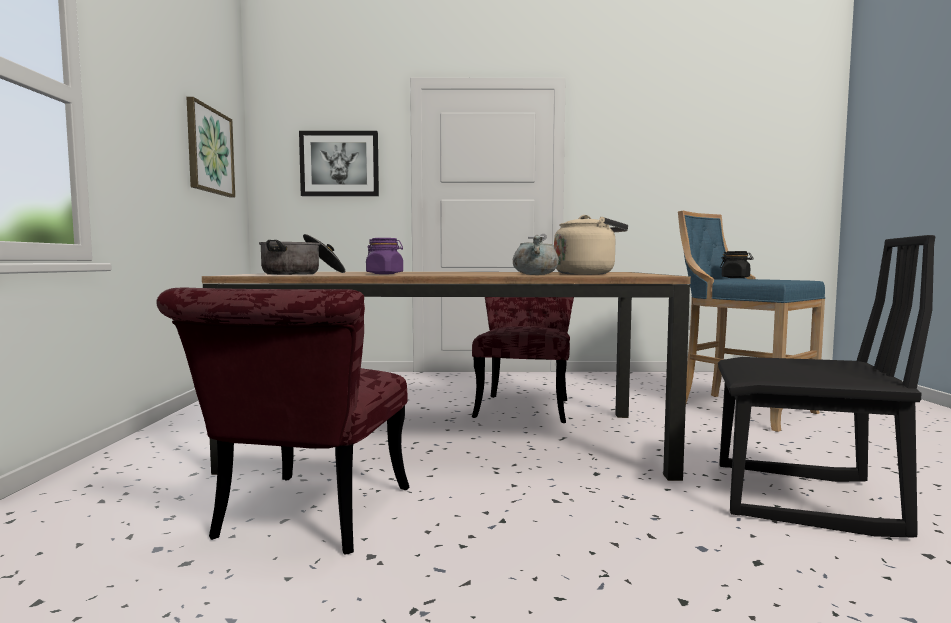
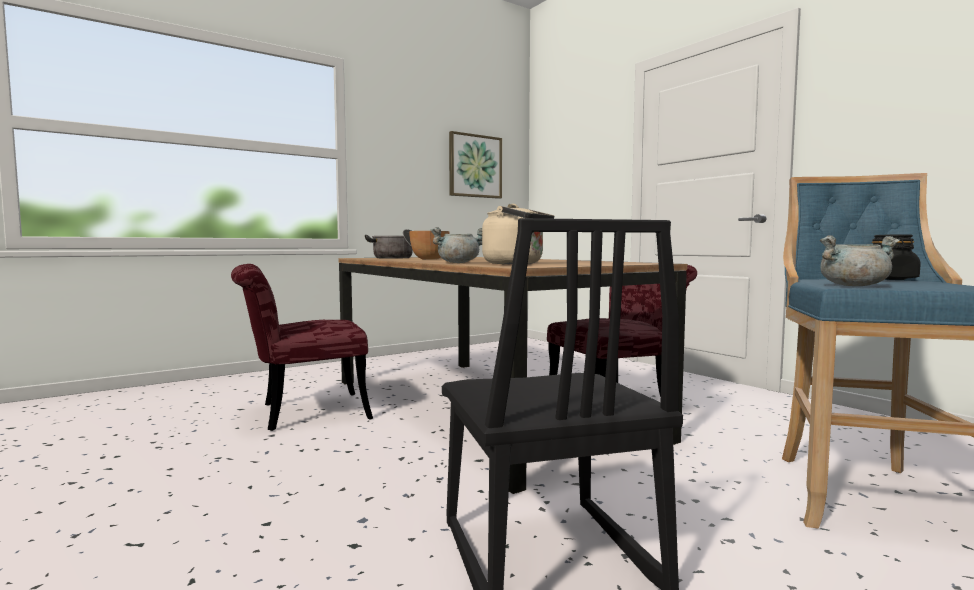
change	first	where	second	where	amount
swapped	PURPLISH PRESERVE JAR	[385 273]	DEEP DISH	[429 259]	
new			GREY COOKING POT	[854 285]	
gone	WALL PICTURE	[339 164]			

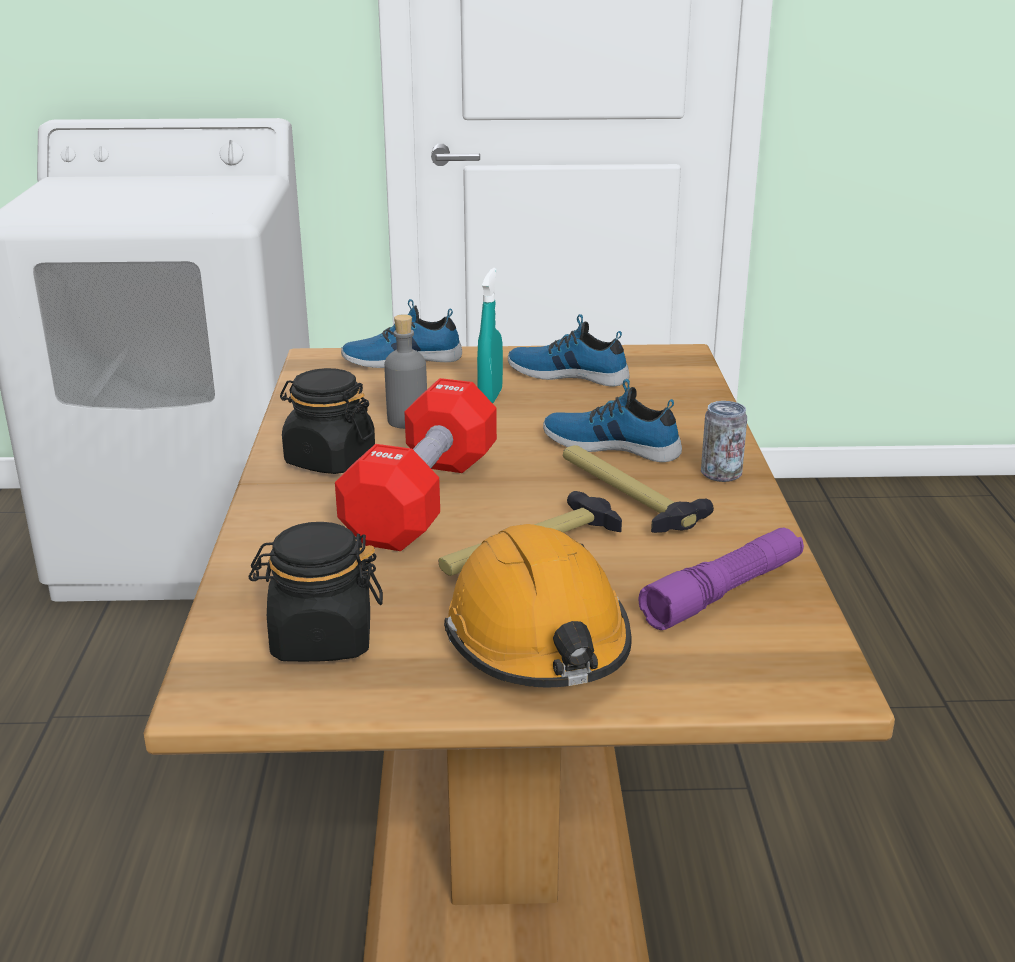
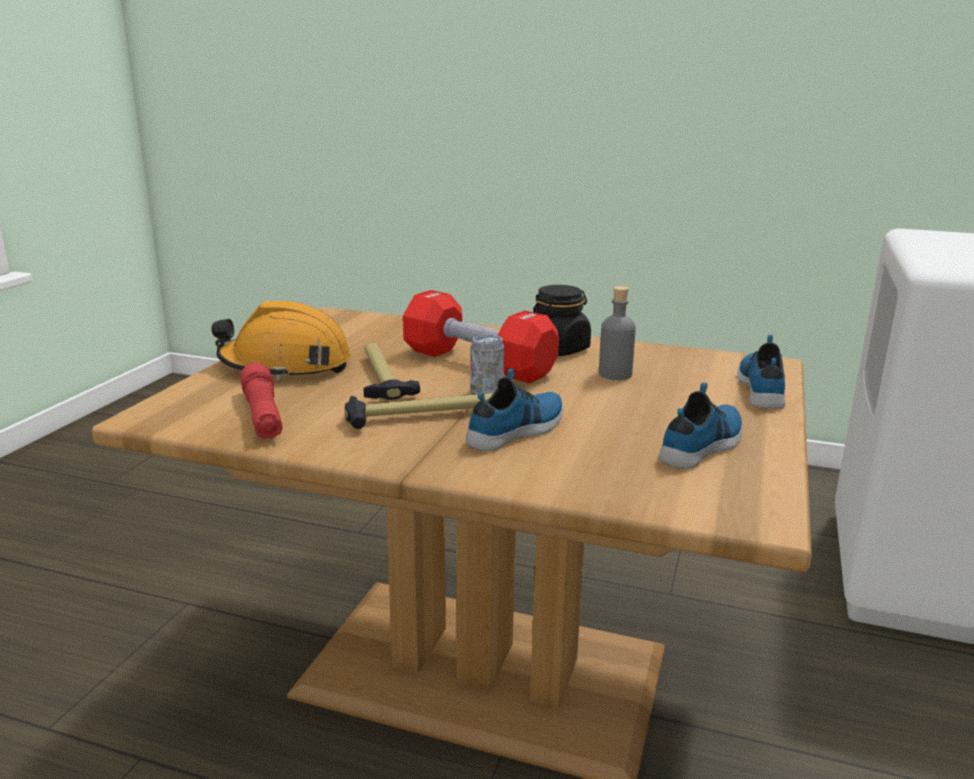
change	first	where	second	where	amount
repainted	PURPLISH TORCH	[723 592]	REDDISH TORCH	[263 415]	
shifted	METAL CAN	[721 474]		[487 393]	
gone	BLACKISH PRESERVE JAR	[321 639]			
gone	TURQUOISE SPRAYER	[490 397]			

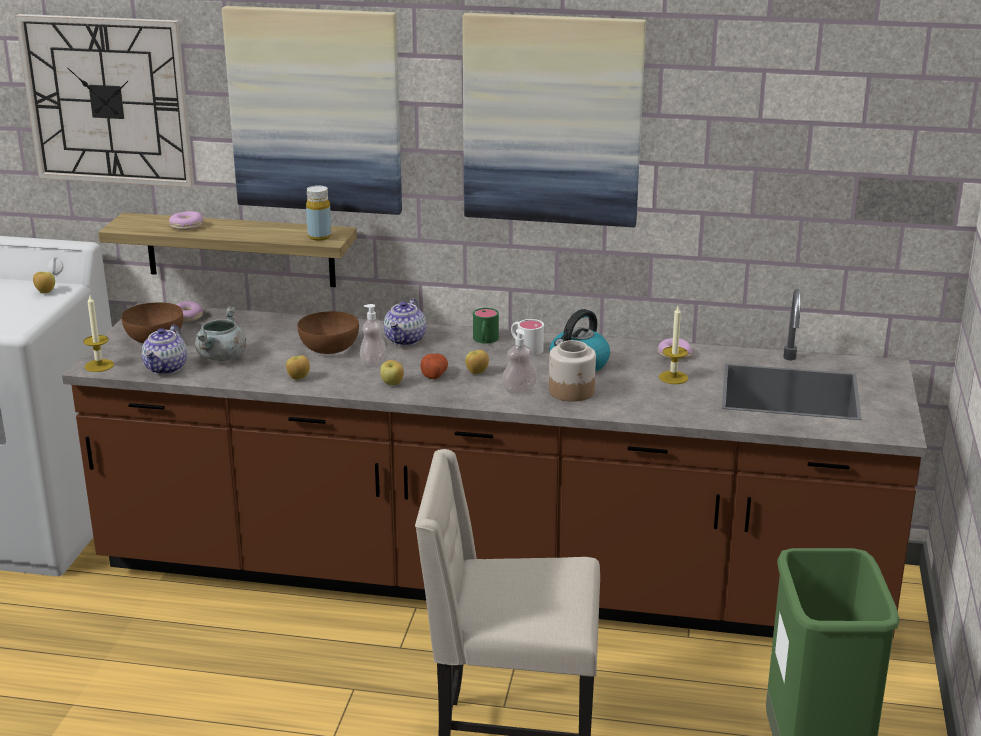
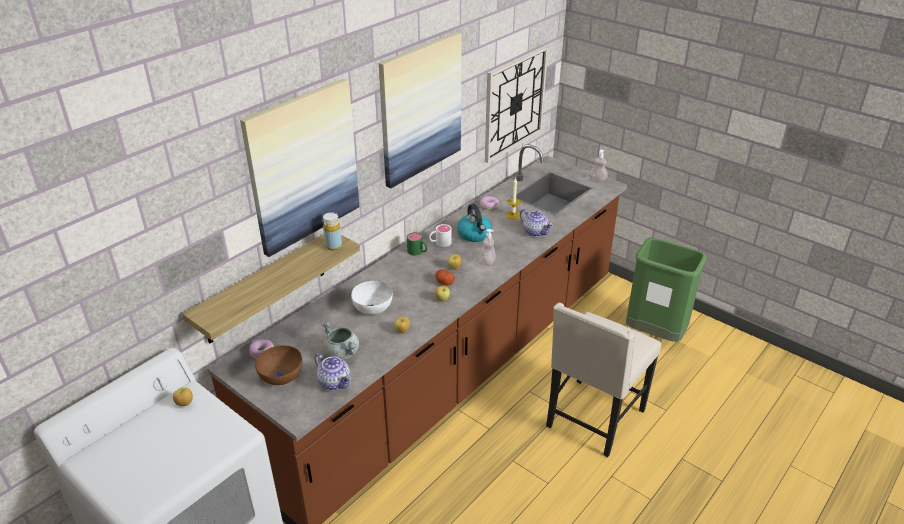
change	first	where	second	where	amount
repainted	BROWN-COLOURED DEEP DISH	[329 348]	WHITE DEEP DISH	[373 308]	
shifted	WALL CLOCK	[108 101]		[514 103]	
shifted	POT FOR TEA	[405 340]		[535 232]	
shifted	LIQUID SOAP BOTTLE	[373 363]		[598 179]	
gone	CANDLE	[99 365]			
gone	DONUT	[186 226]			
gone	PRESERVE JAR	[572 391]			

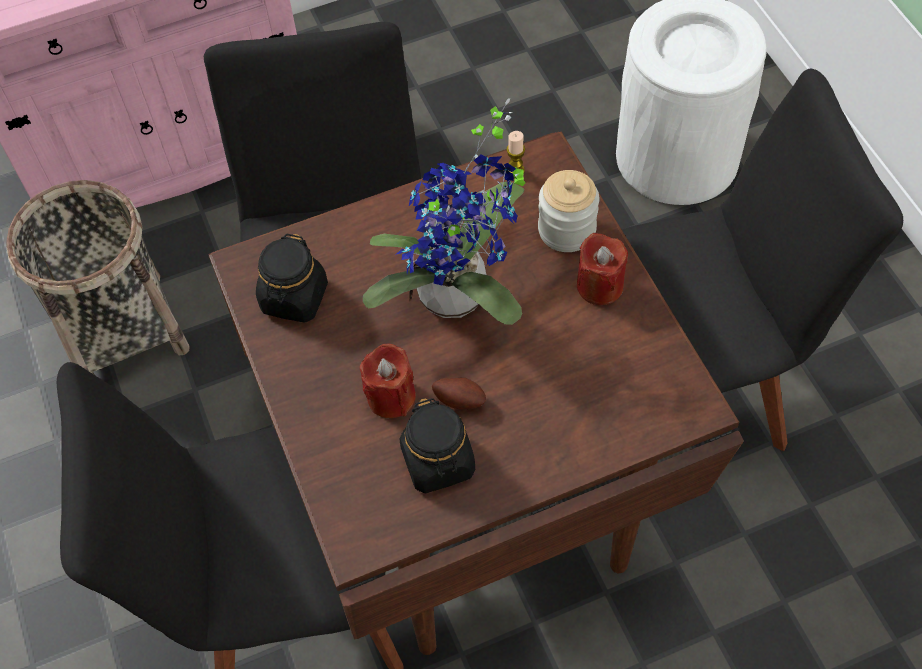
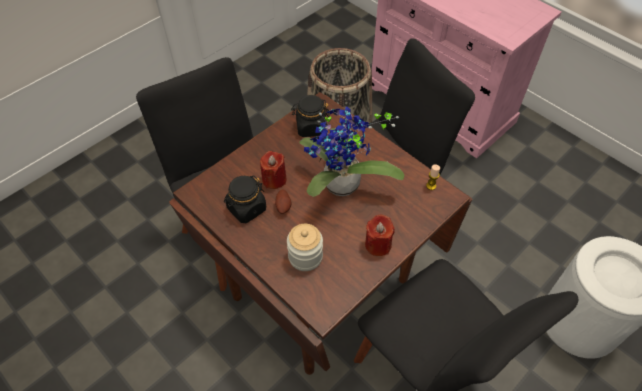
change	first	where	second	where	amount
shifted	PRESERVE JAR	[566 230]		[305 257]	

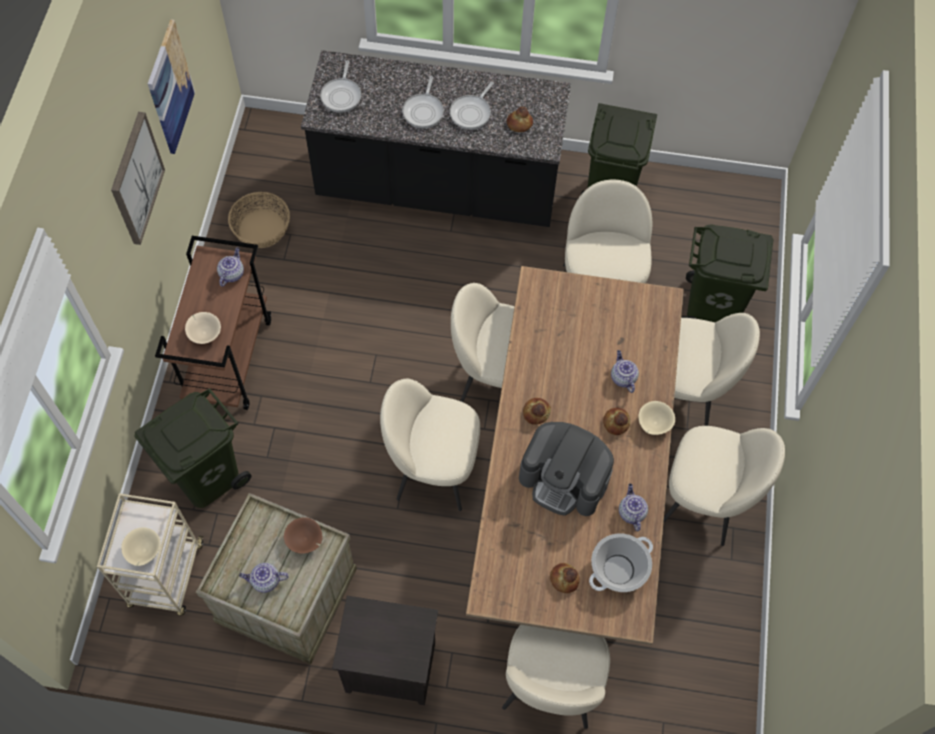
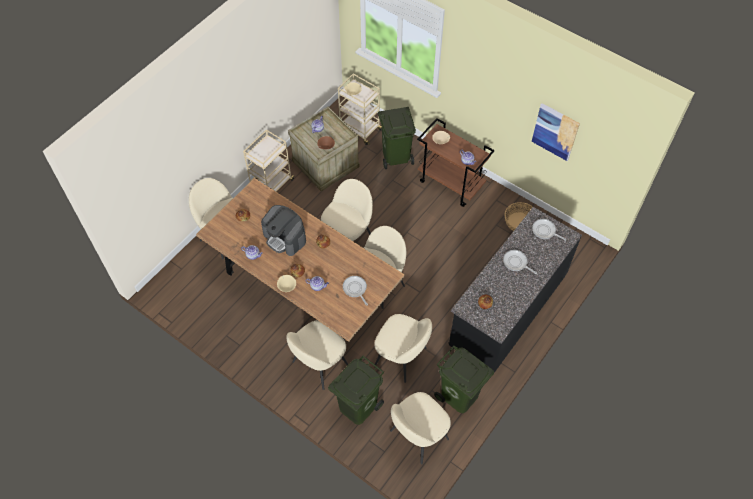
change	first	where	second	where	amount
swapped	BLACKISH BEDSIDE TABLE	[389 669]	BEIGE-COLOURED TROLLEY	[272 185]	
rotated	COFFEE MACHINE	[564 479]		[285 238]	105 degrees counterclockwise
shifted	SKILLET	[472 112]		[355 289]	
shifted	BEIGE-COLOURED CHAIR	[705 500]		[417 436]	
gone	WALL PICTURE	[136 178]			
gone	COOKING POT	[618 569]			

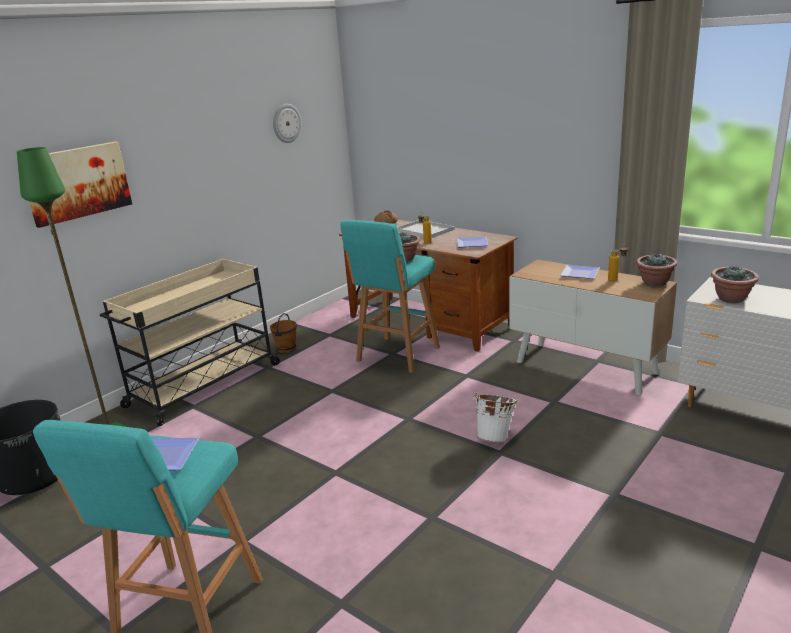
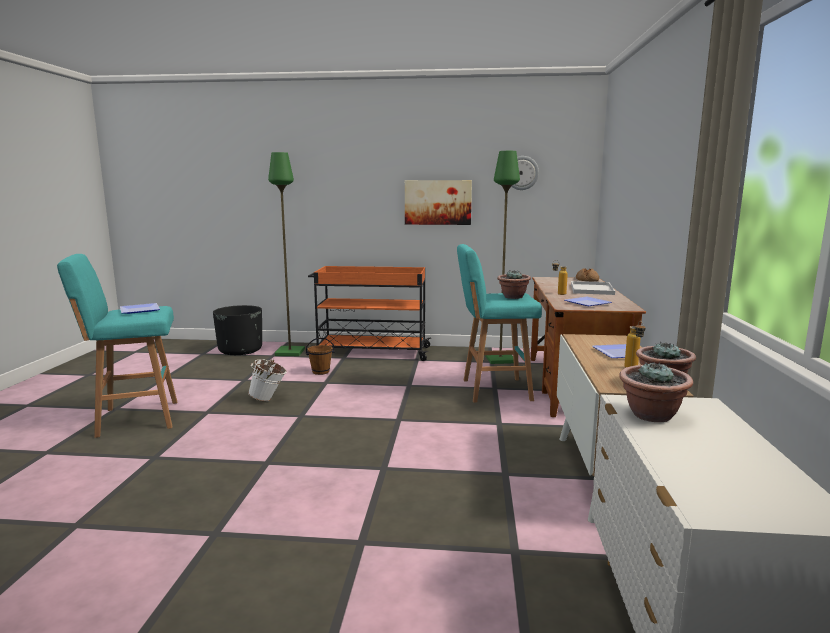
change	first	where	second	where	amount
shifted	WHITE PAIL	[495 437]		[269 399]	
shifted	BROWN-COLOURED PAIL	[287 349]		[320 372]	
repainted	BEIGE-COLOURED TROLLEY	[202 386]	ORANGE TROLLEY	[370 352]	
shifted	WALL PICTURE	[77 182]		[438 202]	
new			GREENISH FLOOR LAMP	[499 359]	

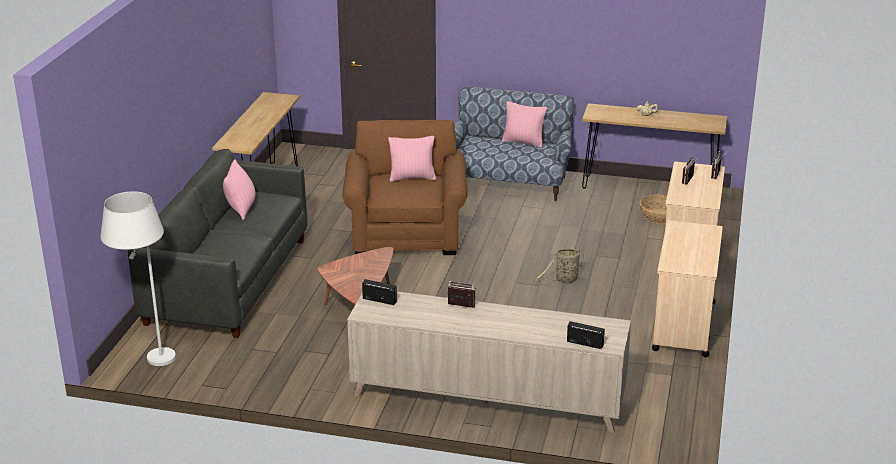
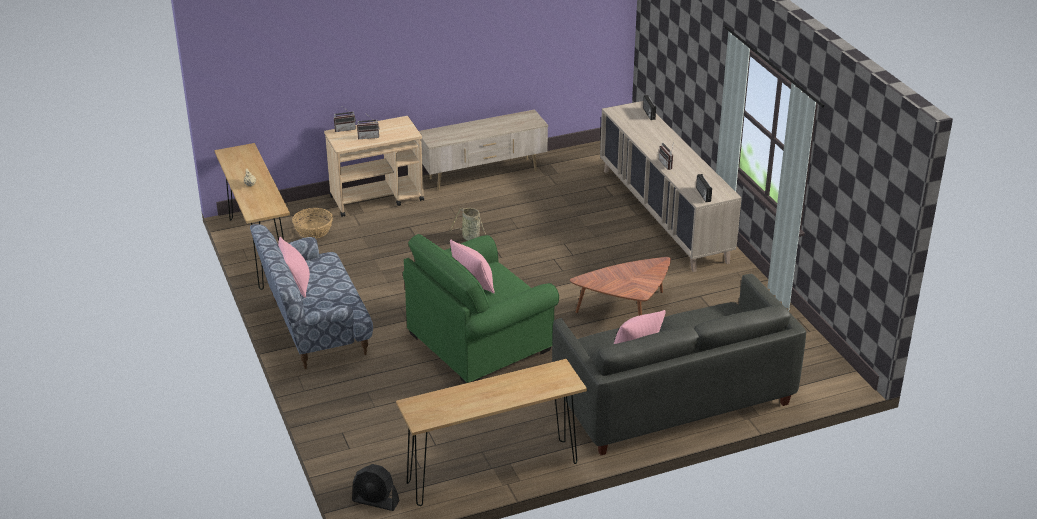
change	first	where	second	where	amount
new			BLACKISH COOLING FAN	[375 501]	
repainted	BROWN-COLOURED ARMCHAIR	[407 233]	GREENISH ARMCHAIR	[479 341]	
swapped	BEIGE-COLOURED TROLLEY	[683 326]	BEIGE-COLOURED TV STAND	[483 175]	
gone	WHITE FLOOR LAMP	[149 365]			

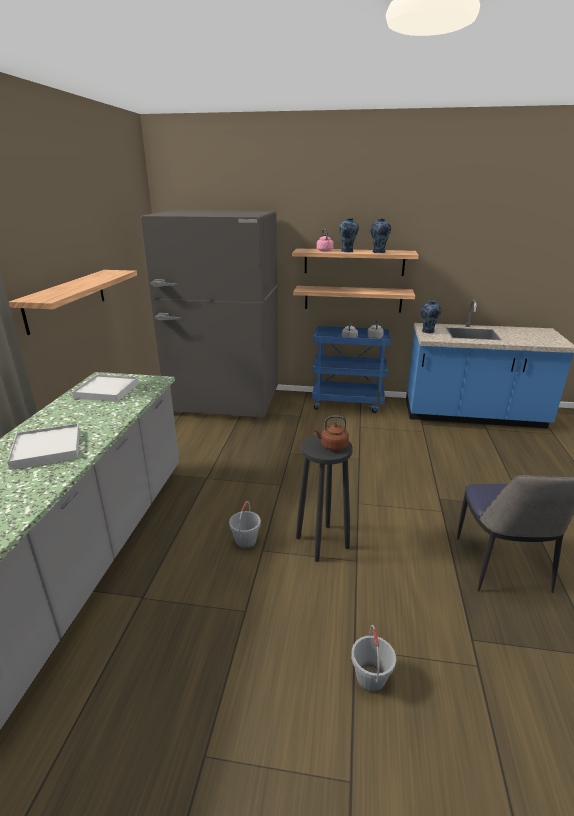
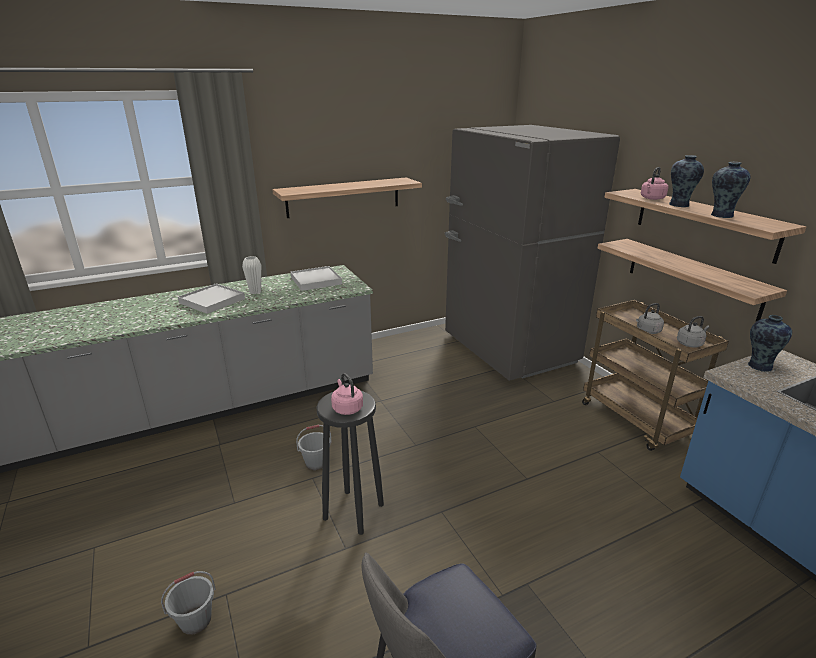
change	first	where	second	where	amount
new			WHITE VASE	[255 292]	
repainted	BROWN-COLOURED WATER KETTLE	[332 446]	PINK WATER KETTLE	[347 408]	
repainted	BLUE TROLLEY	[348 403]	BROWN-COLOURED TROLLEY	[637 421]	

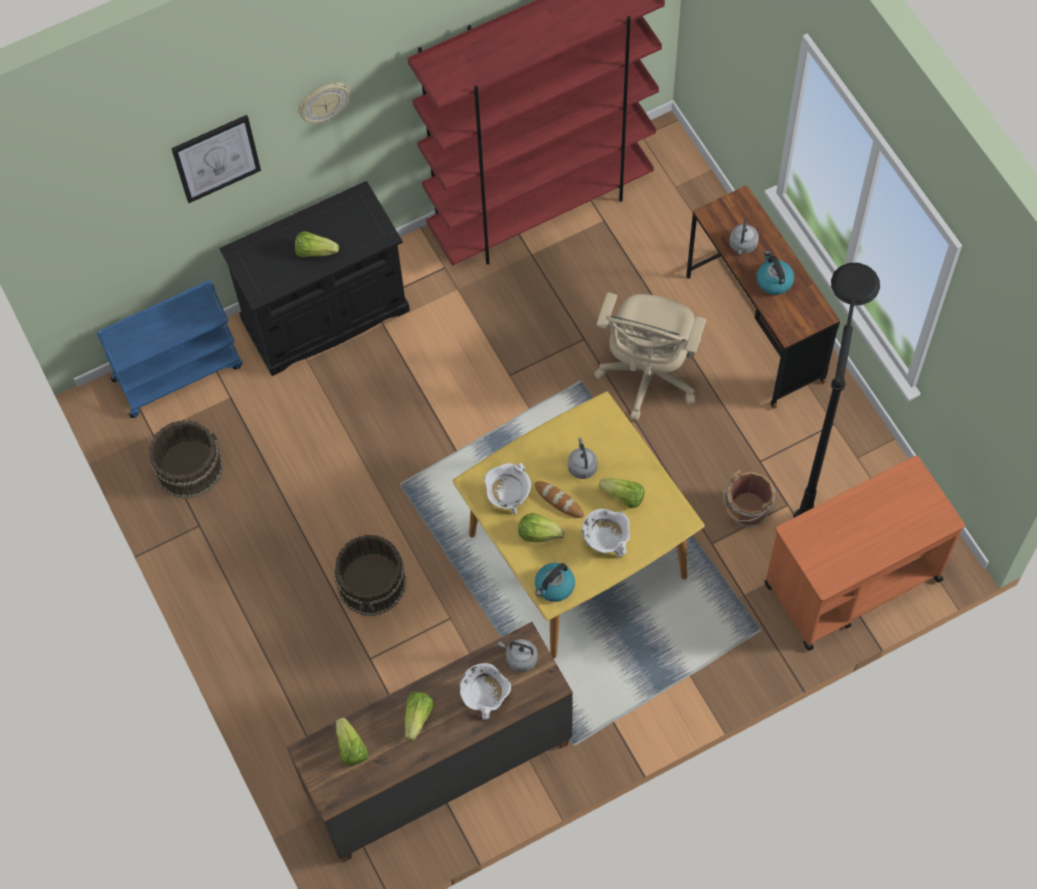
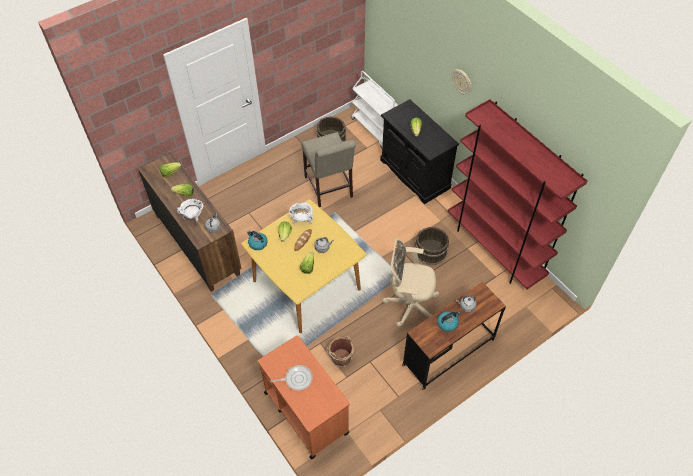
change	first	where	second	where	amount
new			SKILLET	[297 379]	
new			BEIGE-COLOURED CHAIR	[329 189]	
repainted	BLUE TROLLEY	[178 371]	WHITE TROLLEY	[376 129]	
shifted	BROWN-COLOURED PAIL	[372 583]		[430 251]	
gone	WALL PICTURE	[216 158]			
gone	WHITE COOKING POT	[606 542]			
gone	BLACKISH FLOOR LAMP	[813 459]			

